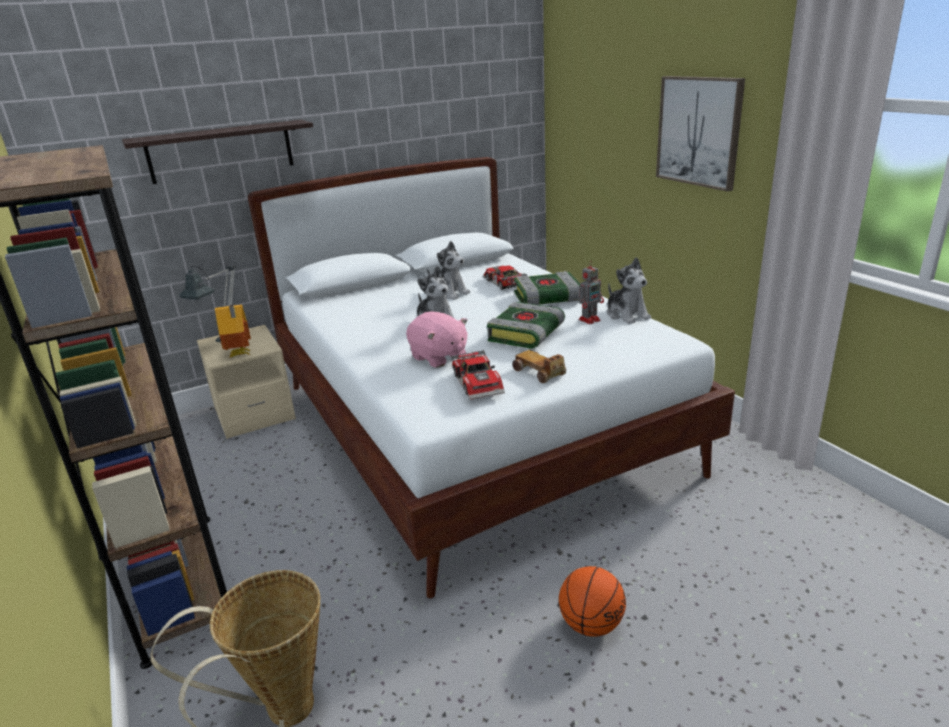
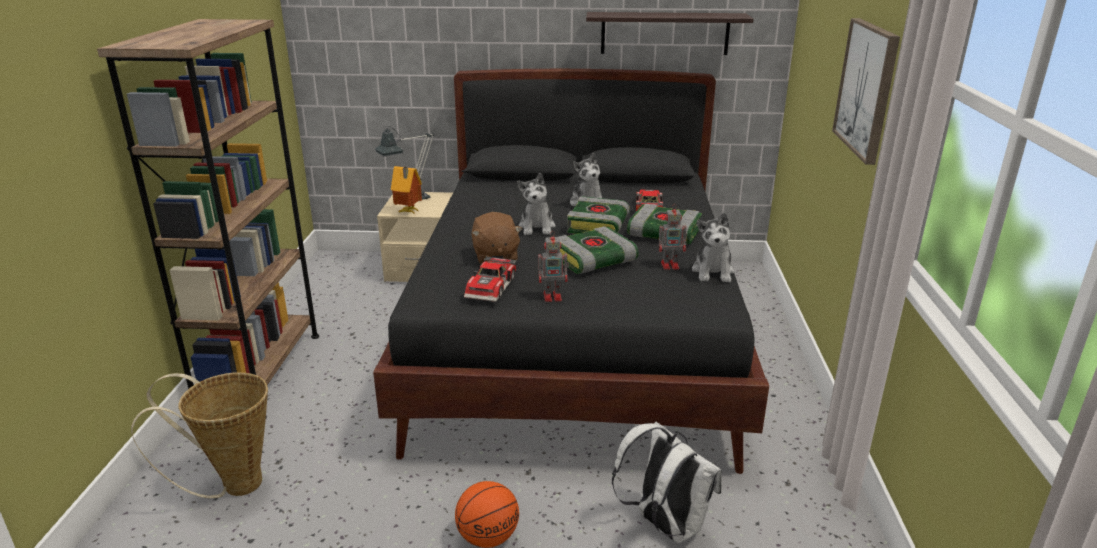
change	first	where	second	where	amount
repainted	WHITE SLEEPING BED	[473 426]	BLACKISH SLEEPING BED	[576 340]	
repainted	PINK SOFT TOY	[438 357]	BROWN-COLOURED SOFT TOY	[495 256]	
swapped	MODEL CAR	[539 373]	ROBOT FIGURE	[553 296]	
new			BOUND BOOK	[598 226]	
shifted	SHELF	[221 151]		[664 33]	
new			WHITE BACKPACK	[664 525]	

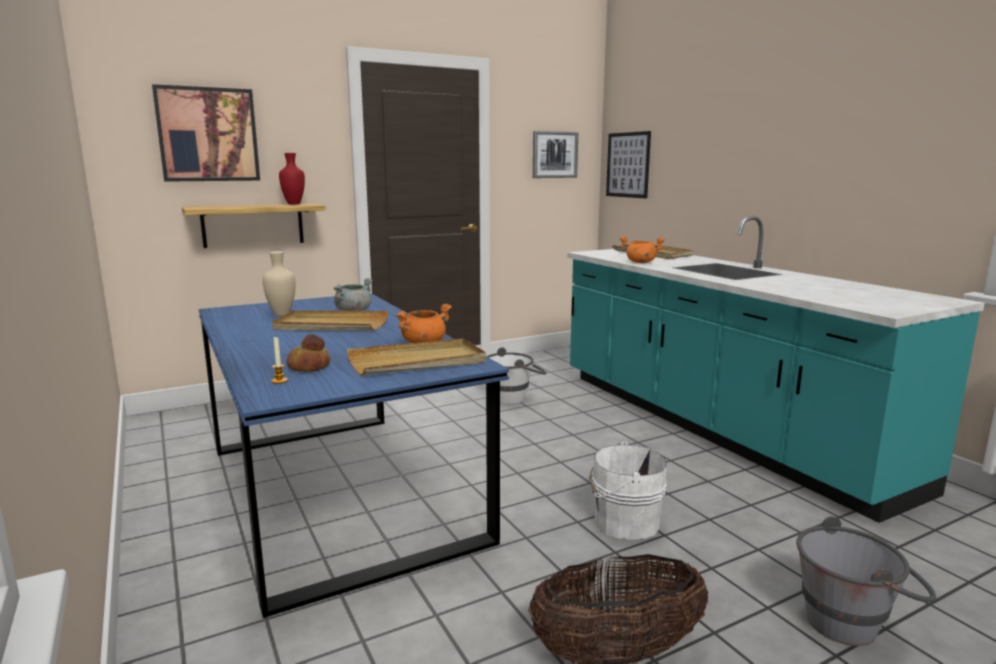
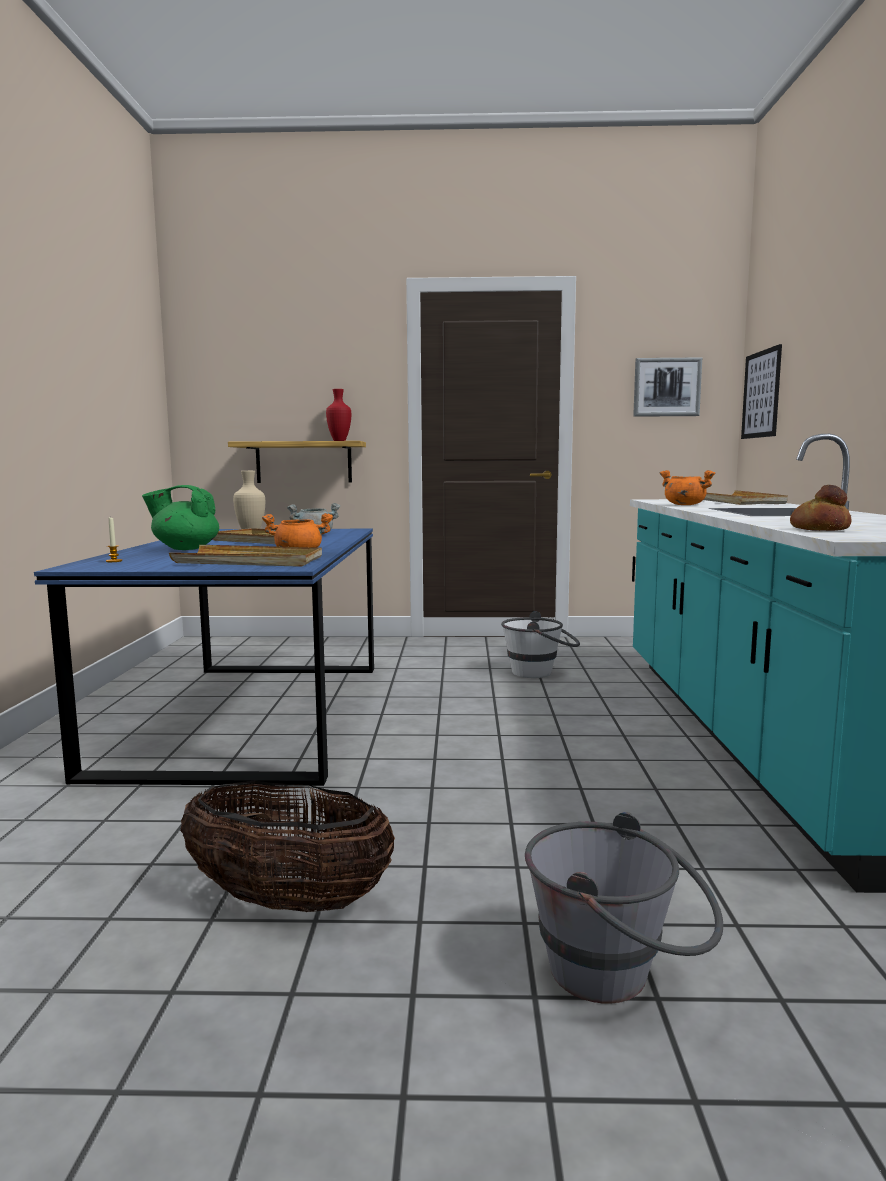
change	first	where	second	where	amount
new			GREENISH POT FOR TEA	[185 548]	
shifted	BREAD	[308 366]		[818 529]	
gone	WALL PICTURE	[208 135]			
gone	WHITE PAIL	[622 521]			

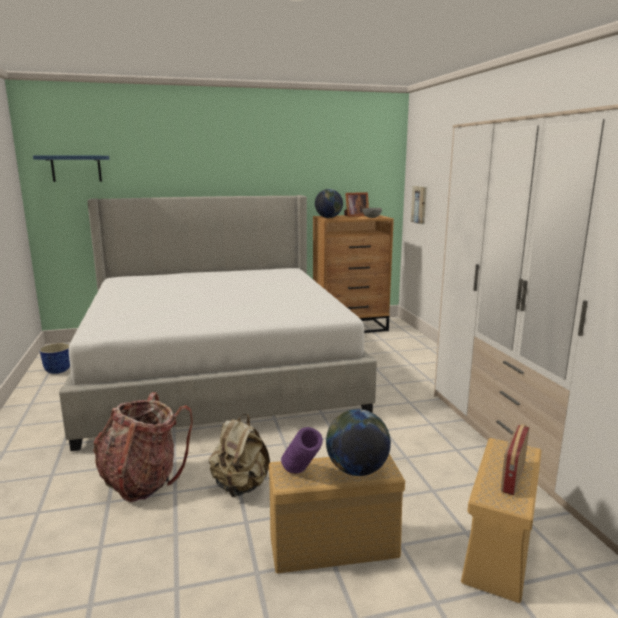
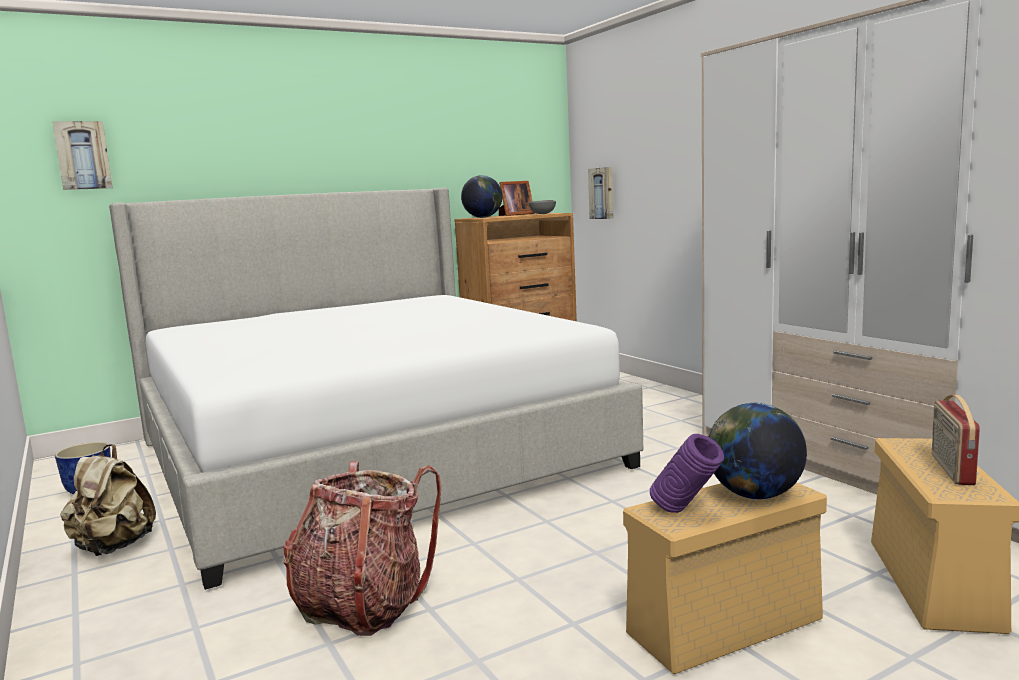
change	first	where	second	where	amount
swapped	BLUE SHELF	[76 168]	WALL PICTURE	[83 155]	
shifted	BEIGE-COLOURED BACKPACK	[240 487]		[113 547]	

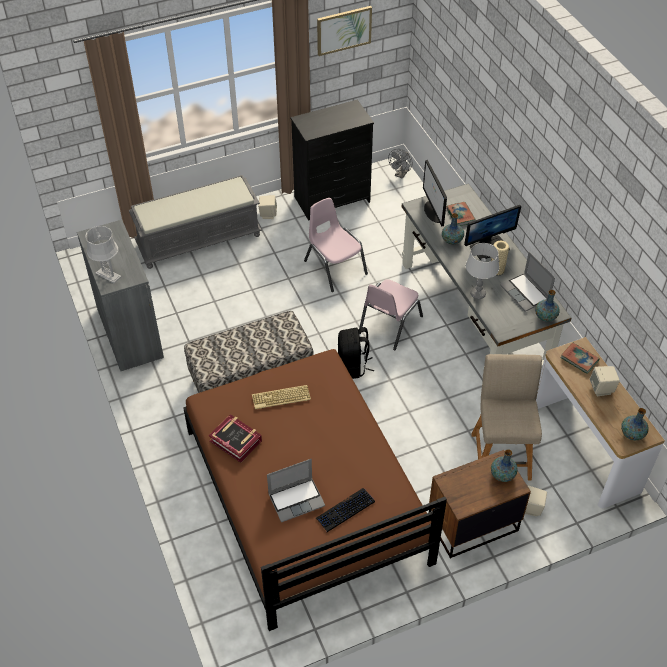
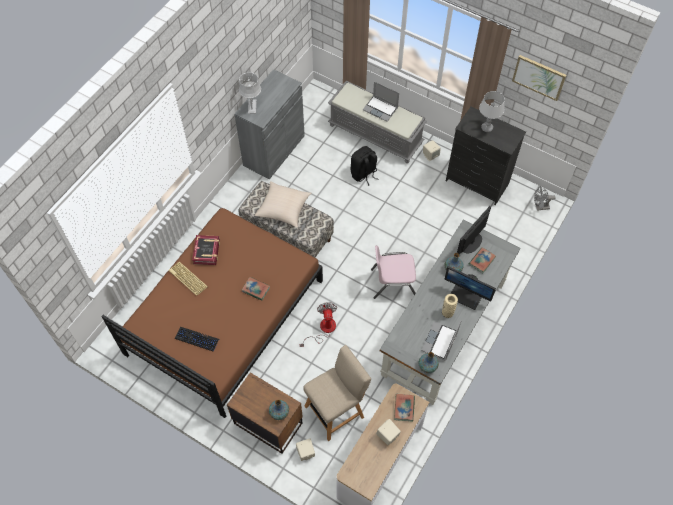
change	first	where	second	where	amount
shifted	KEYBOARD	[281 398]		[187 279]	
new			BOUND BOOK	[255 289]	
new			BEIGE-COLOURED THROW PILLOW	[283 208]	
new			COOLING FAN	[323 329]	
shifted	BLACKISH BACKPACK	[353 366]		[364 174]	
shifted	LAPTOP	[297 499]		[381 109]	
shifted	GREY TABLE LAMP	[478 294]		[487 128]	
gone	PINK CHAIR	[335 267]			
gone	VASE	[632 434]			

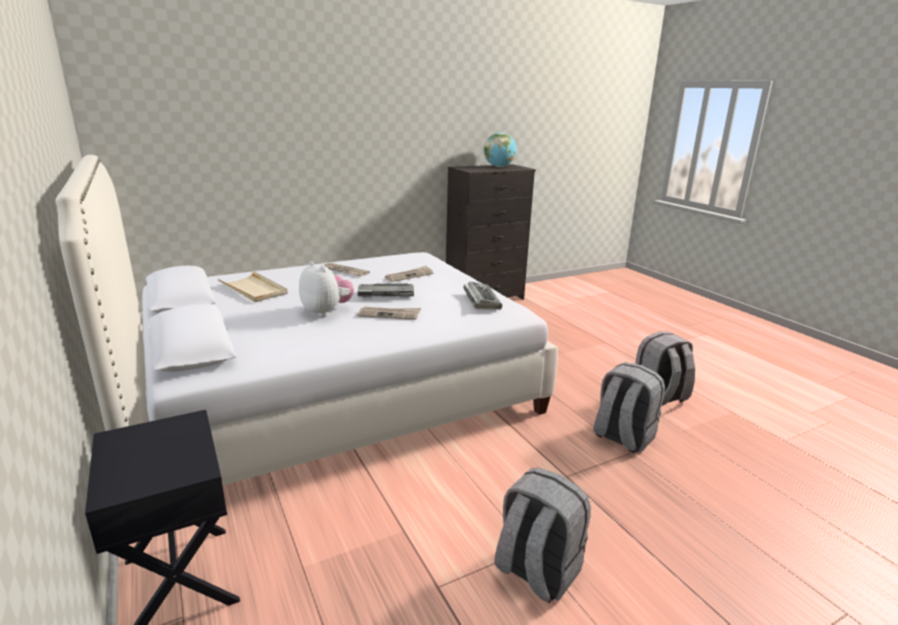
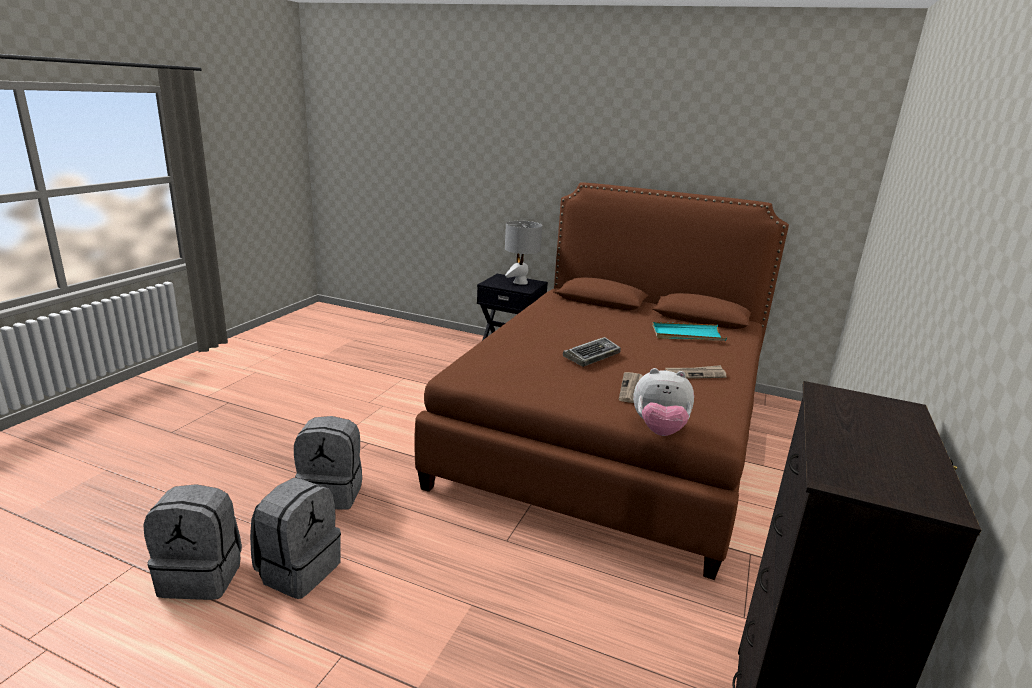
change	first	where	second	where	amount
shifted	GREY BACKPACK	[536 571]		[202 576]	
repainted	WHITE SLEEPING BED	[331 394]	BROWN-COLOURED SLEEPING BED	[610 432]	
new			GREY TABLE LAMP	[520 282]	
shifted	SOFT TOY	[327 311]		[659 430]	
repainted	BEIGE-COLOURED SERVING TRAY	[253 289]	TURQUOISE SERVING TRAY	[687 335]	
gone	NEWSPAPER	[389 314]			
gone	KEYBOARD	[481 300]			
gone	GLOBE	[499 167]			

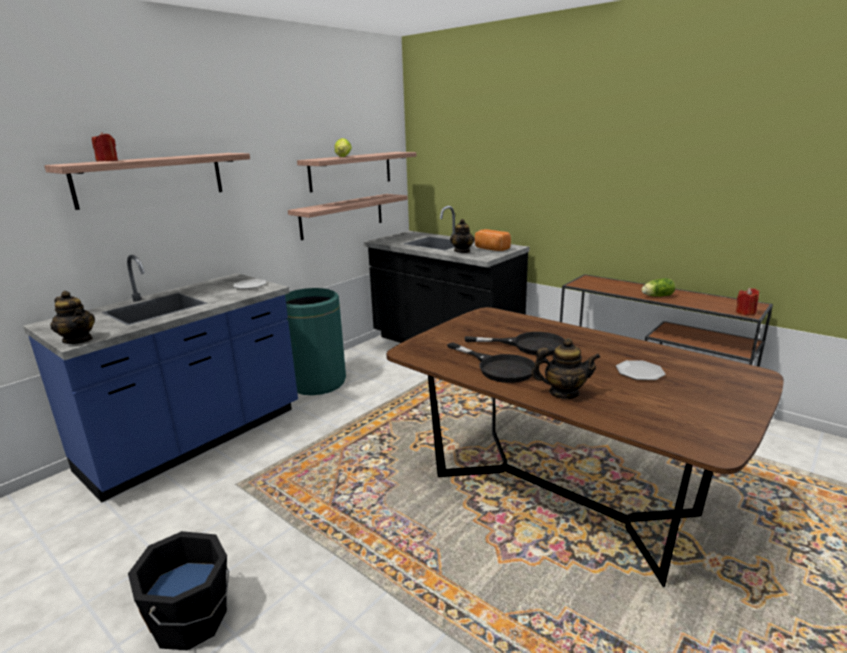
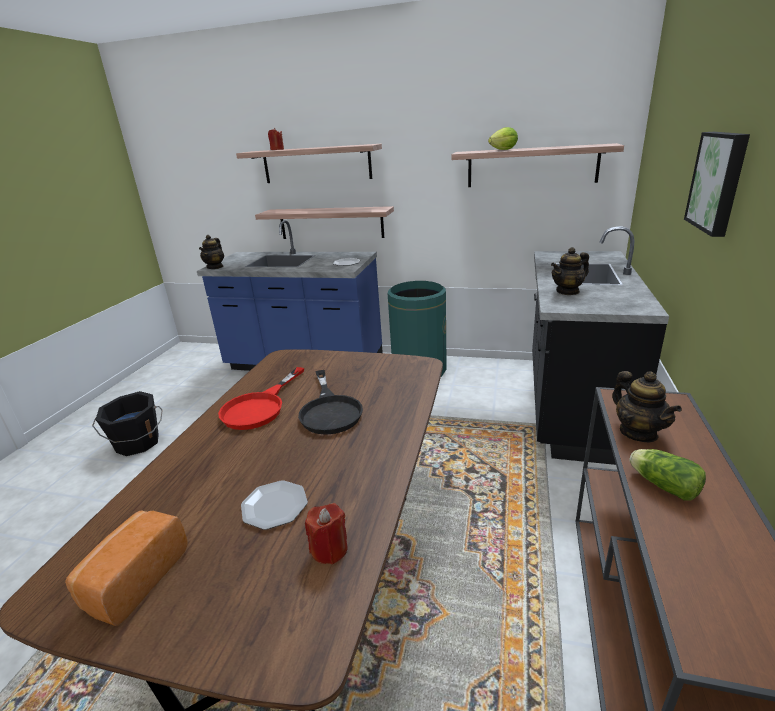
change	first	where	second	where	amount
shifted	BREAD	[491 249]		[134 579]	
repainted	BLACKISH SKILLET	[498 367]	REDDISH SKILLET	[260 407]	
shifted	SHELF	[342 216]		[331 223]	
shifted	REDDISH CANDLE	[745 312]		[329 549]	
shifted	POT FOR TEA	[563 393]		[638 432]	
new			WALL PICTURE	[719 182]	

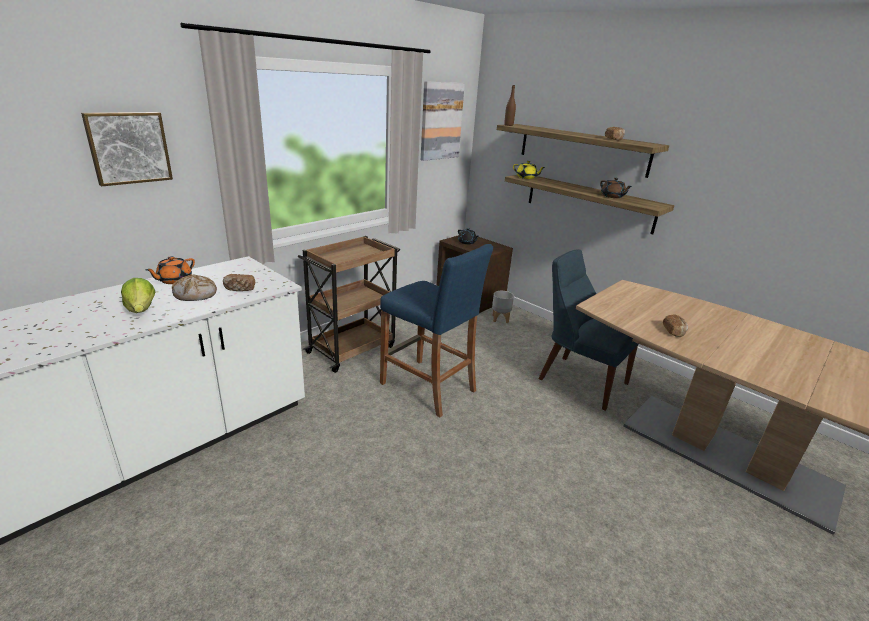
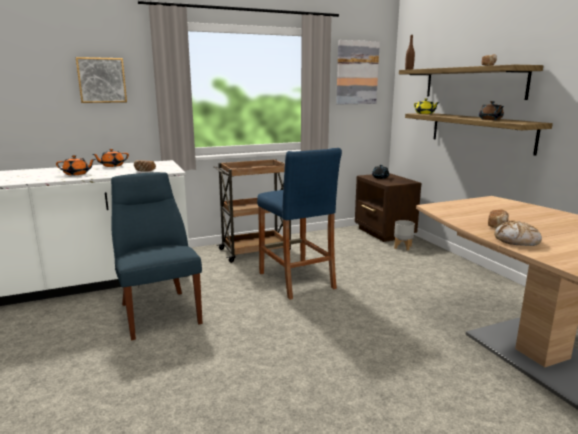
change	first	where	second	where	amount
swapped	LETTUCE	[141 310]	ORANGE POT FOR TEA	[77 174]	
shifted	BLUE CHAIR	[579 379]		[159 311]	
shifted	BREAD	[196 294]		[517 241]	

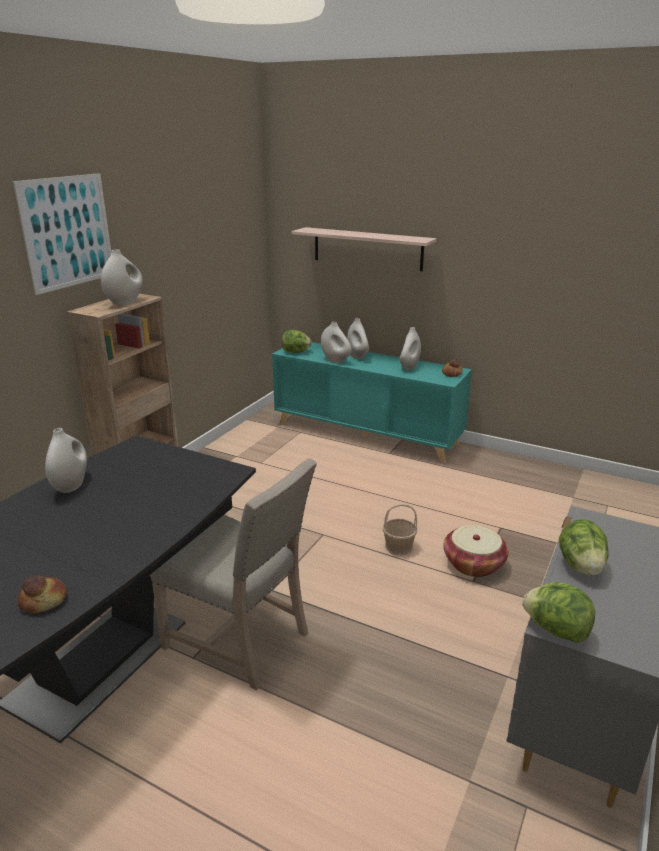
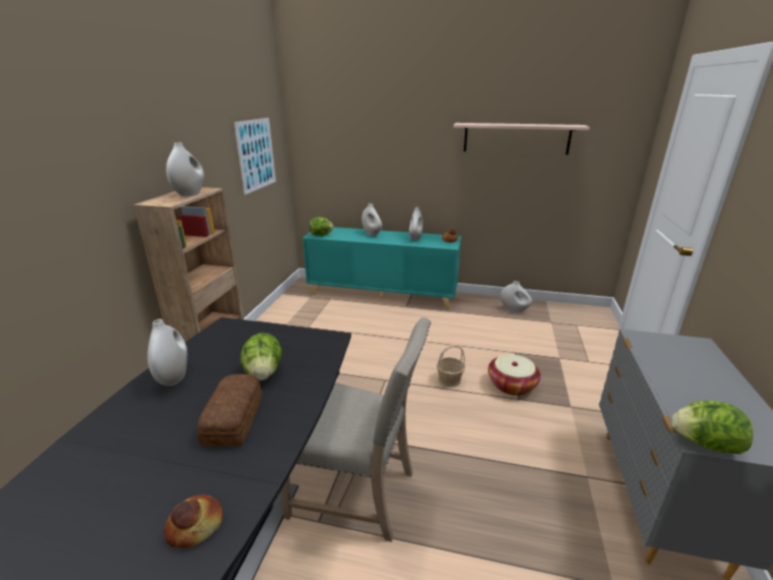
change	first	where	second	where	amount
new			BREAD	[235 418]	
shifted	WALL PICTURE	[68 232]		[256 154]	
shifted	LETTUCE	[581 566]		[264 373]	
shifted	SHELF	[367 249]		[516 138]	
shifted	WHITE VASE	[335 360]		[514 310]	

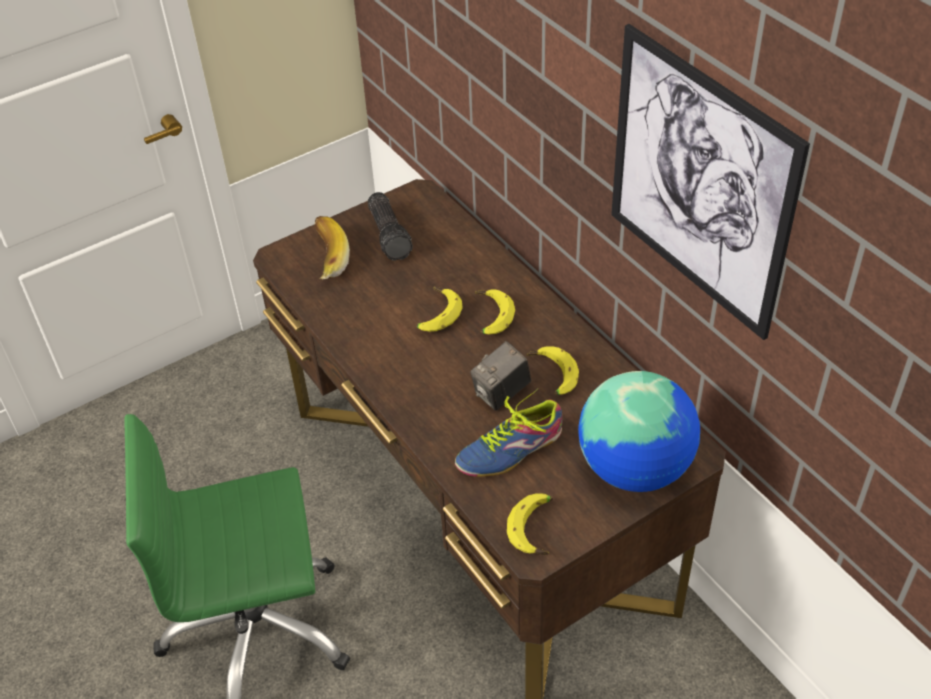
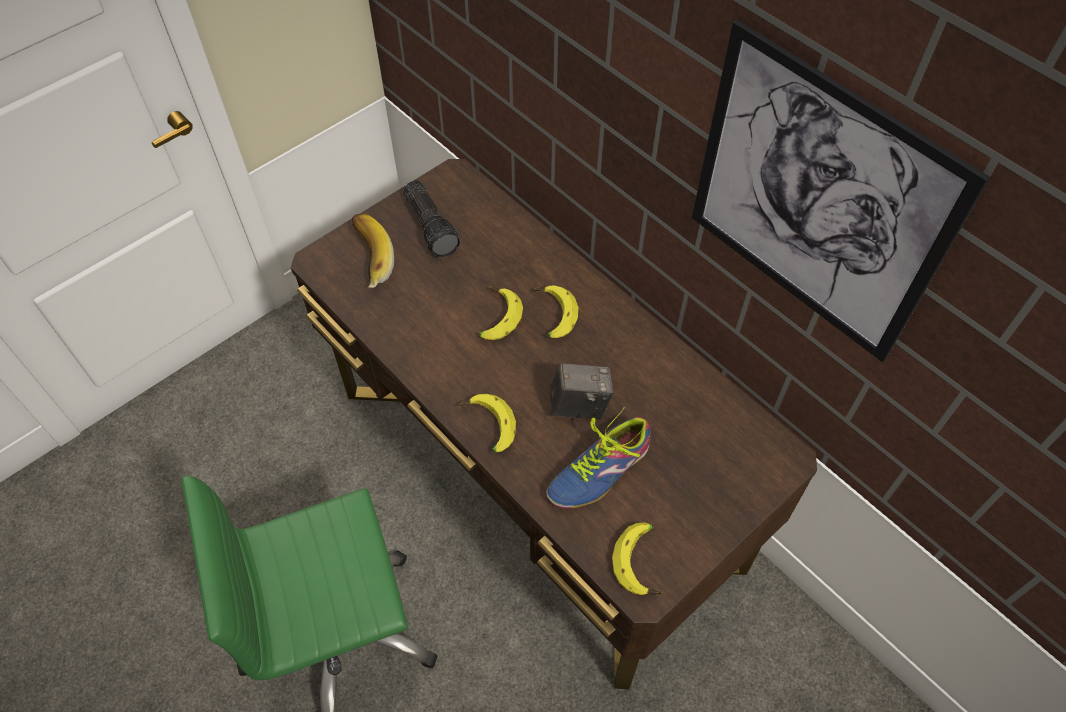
change	first	where	second	where	amount
shifted	WHOLE BANANA	[551 376]		[487 427]	
rotated	STILL CAMERA	[501 394]		[579 405]	135 degrees counterclockwise
gone	GLOBE	[635 468]			

